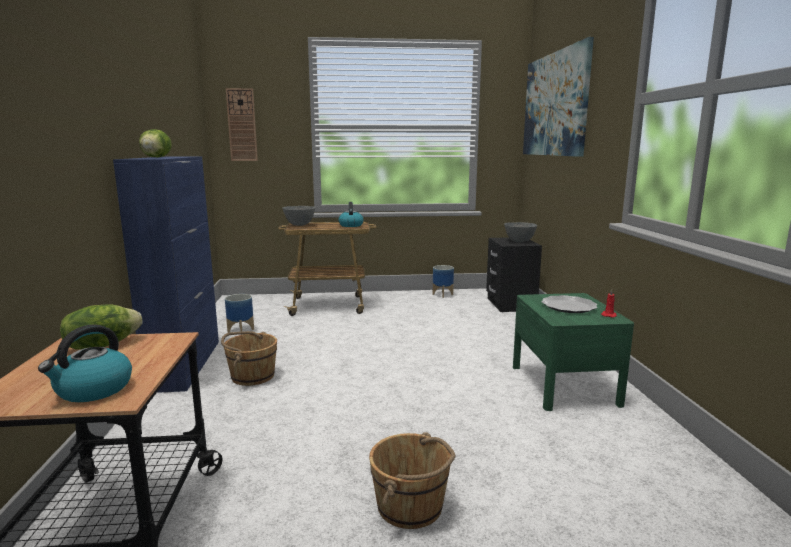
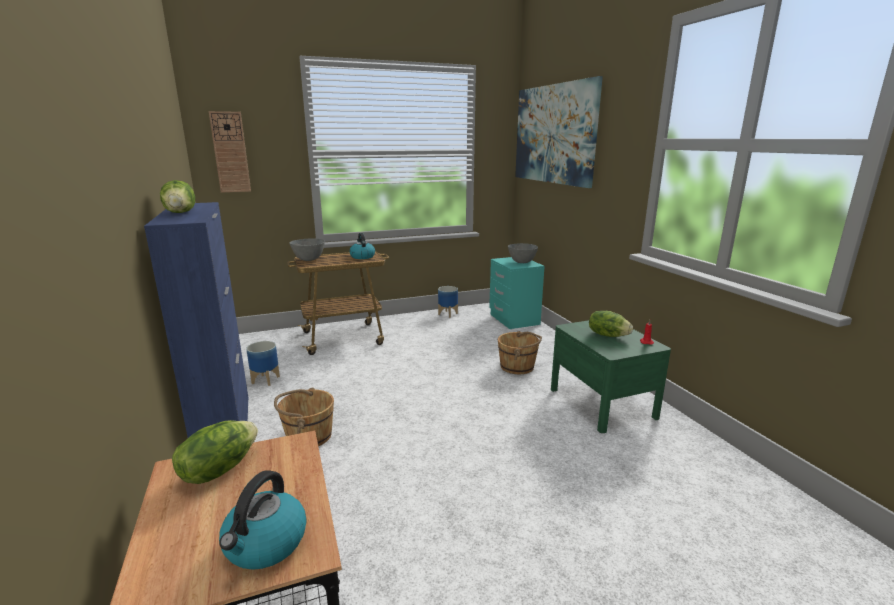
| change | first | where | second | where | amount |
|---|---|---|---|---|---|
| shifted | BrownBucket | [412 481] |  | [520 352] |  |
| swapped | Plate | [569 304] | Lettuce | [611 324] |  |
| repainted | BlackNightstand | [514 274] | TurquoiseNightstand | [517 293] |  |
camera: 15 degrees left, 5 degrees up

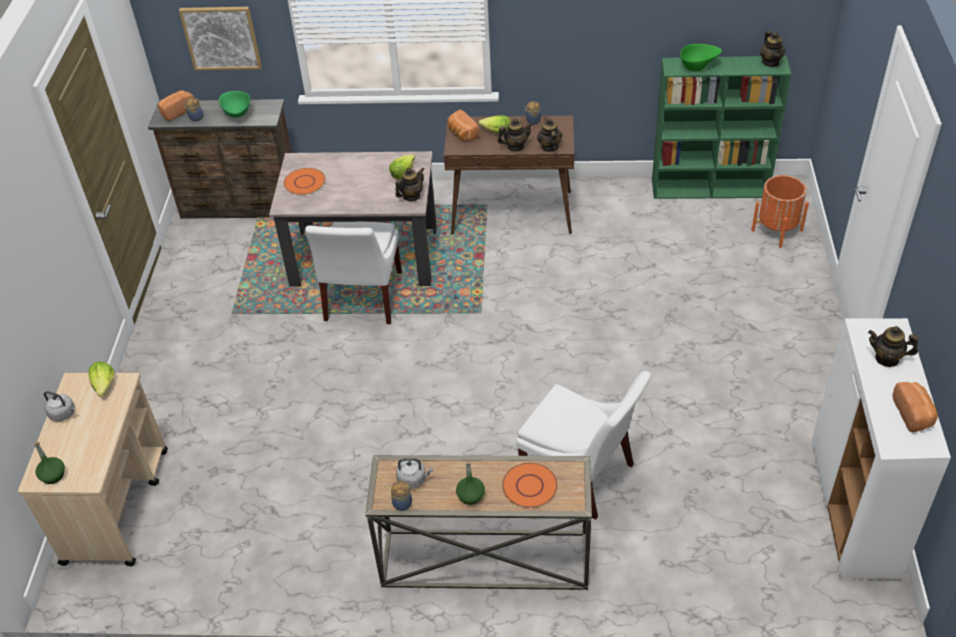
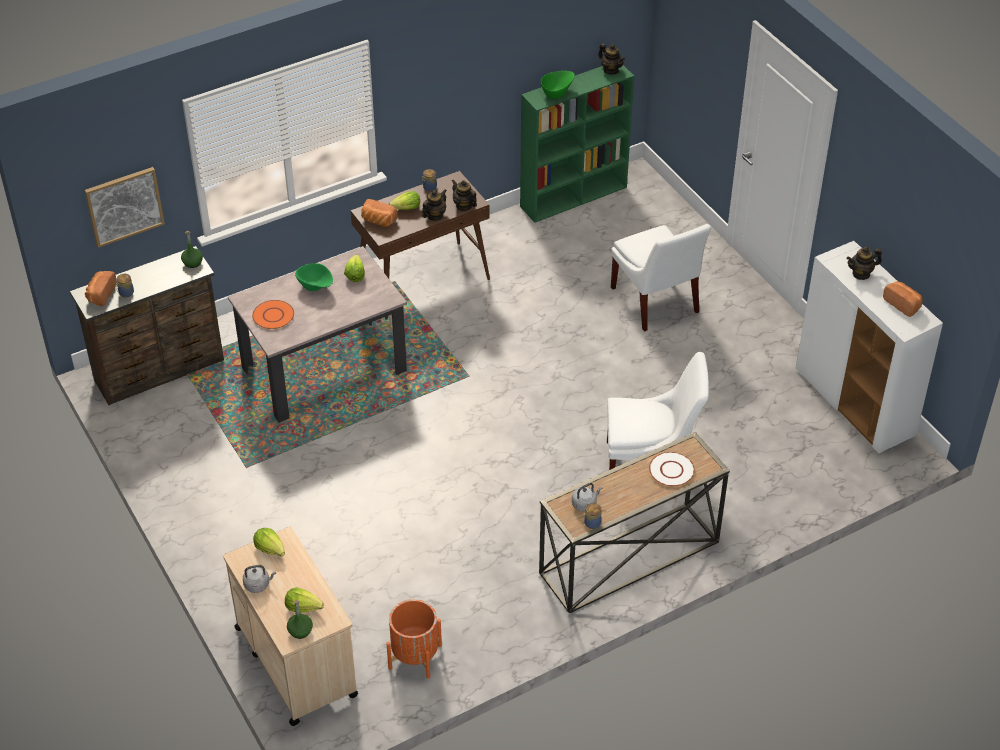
| change | first | where | second | where | amount |
|---|---|---|---|---|---|
| gone | Teapot | [409 184] |  |  |  |
| new |  |  | Lettuce | [304 600] |  |
| shifted | GreenBowl | [234 104] |  | [314 277] |  |
| shifted | WhiteChair | [353 273] |  | [661 277] |  |
| shifted | GreenBottle | [470 483] |  | [192 249] |  |
| shifted | OrangePlanter | [780 211] |  | [414 639] |  |
| repainted | OrangePlate | [529 485] | WhitePlate | [672 469] |  |
camera: 35 degrees left, 0 degrees up

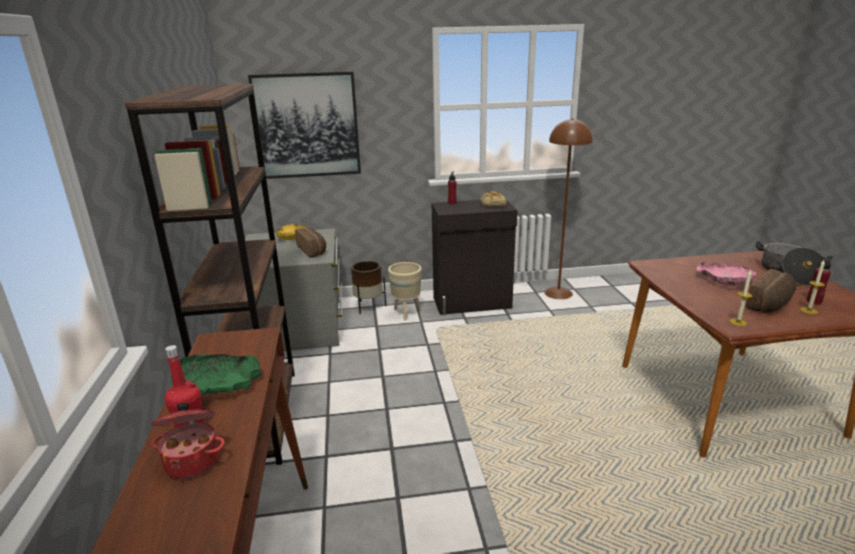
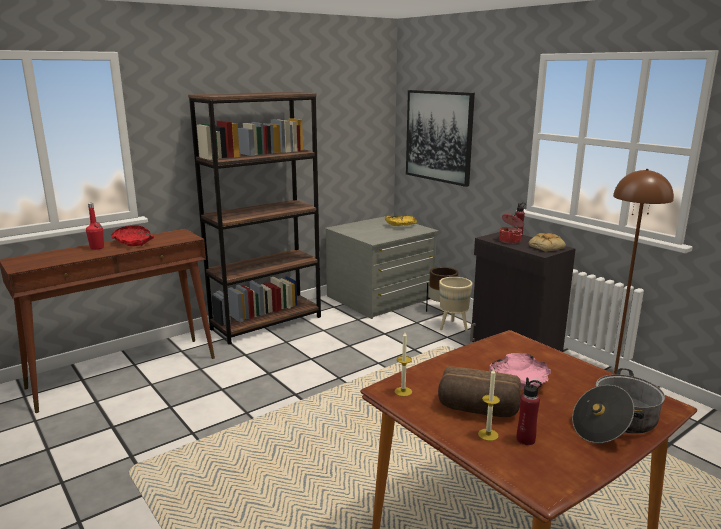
| change | first | where | second | where | amount |
|---|---|---|---|---|---|
| gone | Bread | [310 242] |  |  |  |
| shifted | CookingPot | [188 441] |  | [511 229] |  |
| repainted | GreenBowl | [216 375] | RedBowl | [133 235] |  |
camera: 60 degrees right, 5 degrees down

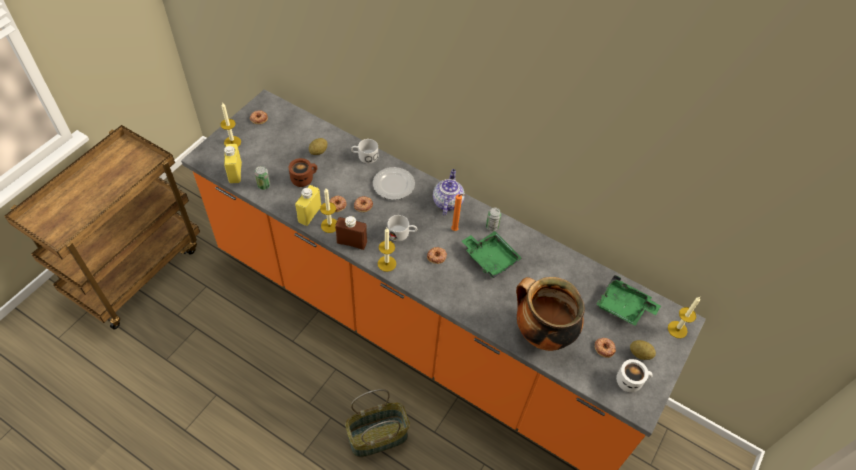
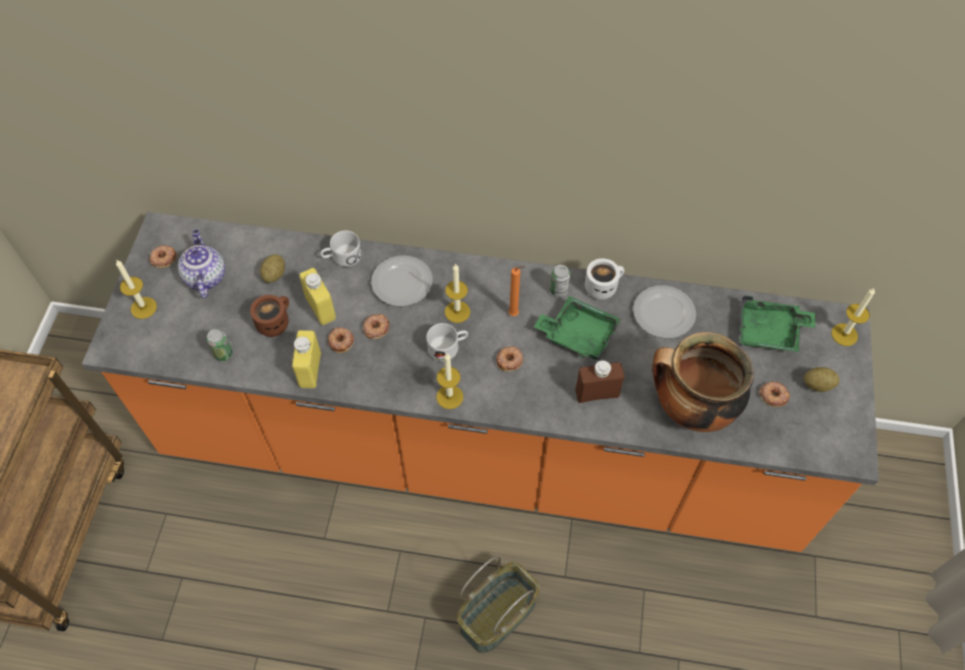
| change | first | where | second | where | amount |
|---|---|---|---|---|---|
| new |  |  | Plate | [664 311] |  |
| shifted | YellowBottle | [233 163] |  | [317 296] |  |
| shifted | Candle | [328 211] |  | [457 293] |  |
| shifted | BrownBottle | [351 233] |  | [599 381] |  |
| shifted | Teapot | [449 192] |  | [201 264] |  |
| shifted | WhiteMug | [634 375] |  | [604 279] |  |
camera: 20 degrees left, 5 degrees up

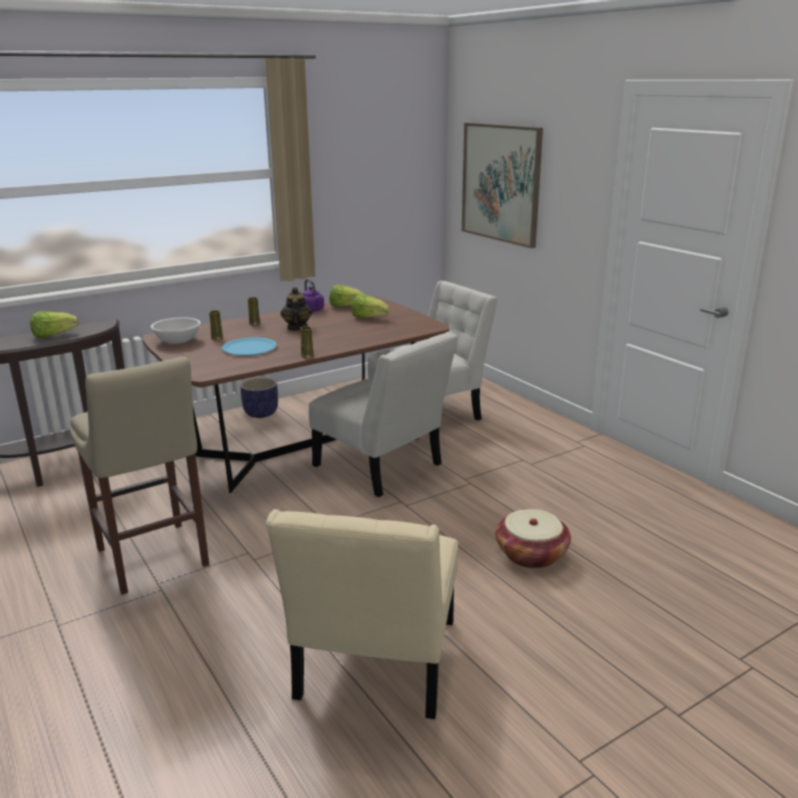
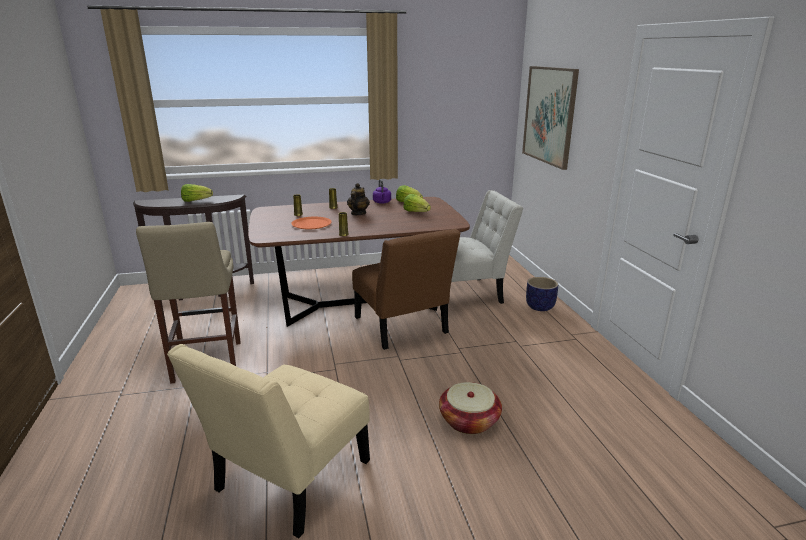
| change | first | where | second | where | amount |
|---|---|---|---|---|---|
| gone | WhiteBowl | [176 330] |  |  |  |
| shifted | Planter | [259 397] |  | [542 294] |  |
| repainted | BluePlate | [249 346] | OrangePlate | [311 223] |  |
| repainted | WhiteChair | [383 414] | BrownChair | [406 289] |  |
camera: 20 degrees right, 0 degrees up

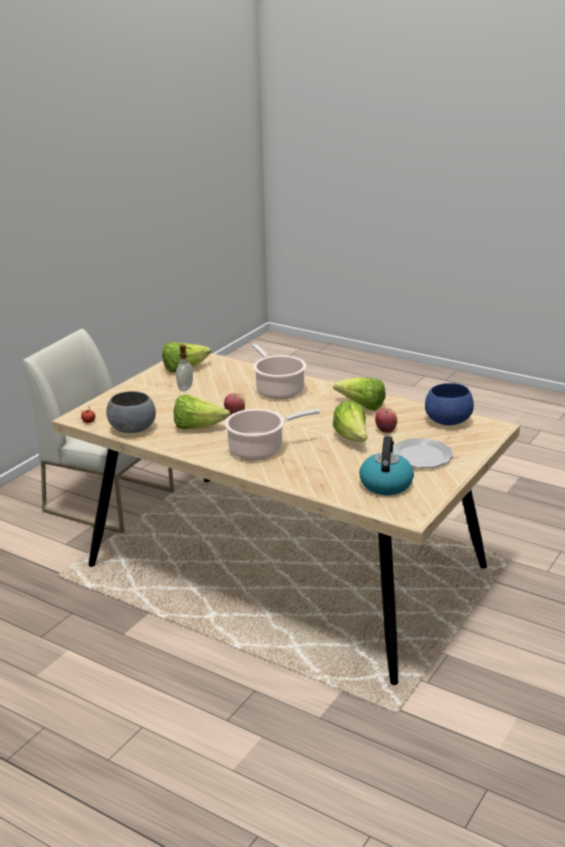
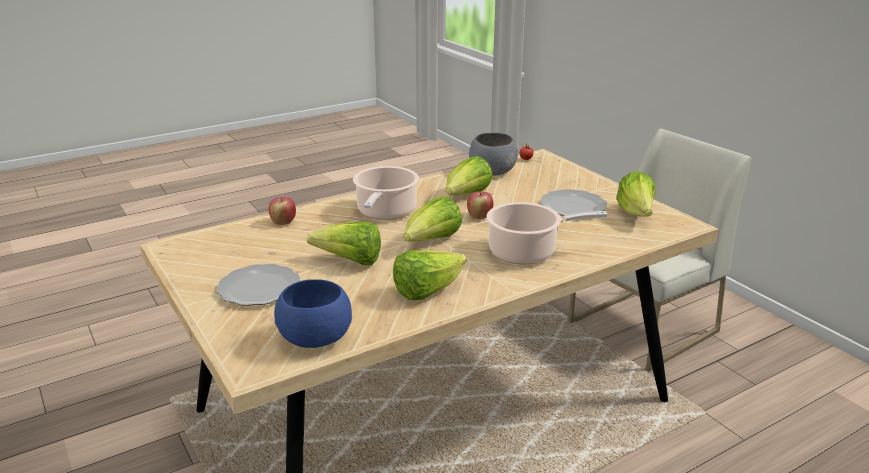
| change | first | where | second | where | amount |
|---|---|---|---|---|---|
| gone | Kettle | [386 465] |  |  |  |
| new |  |  | Lettuce | [433 219] |  |
| shifted | Apple | [386 420] |  | [282 211] |  |
| swapped | SoapDispenser | [184 368] | Plate | [573 202] |  |
camera: 115 degrees right, 0 degrees up

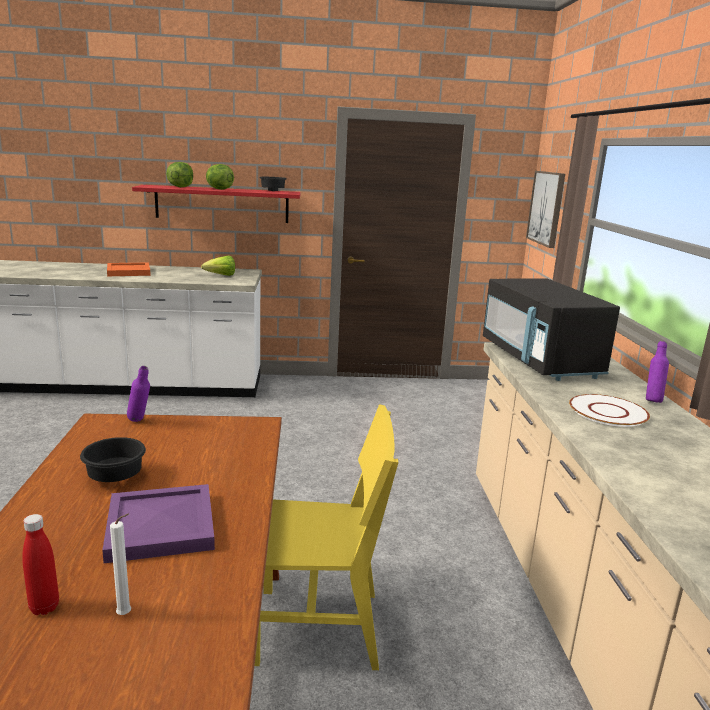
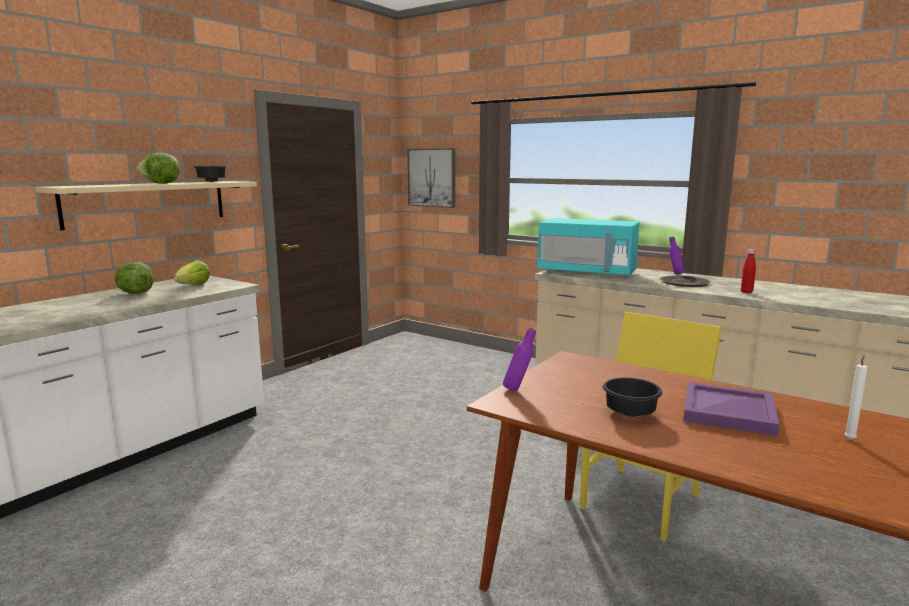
| change | first | where | second | where | amount |
|---|---|---|---|---|---|
| gone | OrangeTray | [129 269] |  |  |  |
| shifted | RedBottle | [40 564] |  | [748 271] |  |
| shifted | Lettuce | [179 174] |  | [134 278] |  |
| repainted | RedShelf | [216 204] | BeigeShelf | [146 206] |  |
| repainted | BlackMicrowave | [551 329] | TurquoiseMicrowave | [588 248] |  |
| repainted | WhitePlate | [609 410] | BlackPlate | [685 281] |  |
camera: 50 degrees left, 5 degrees down

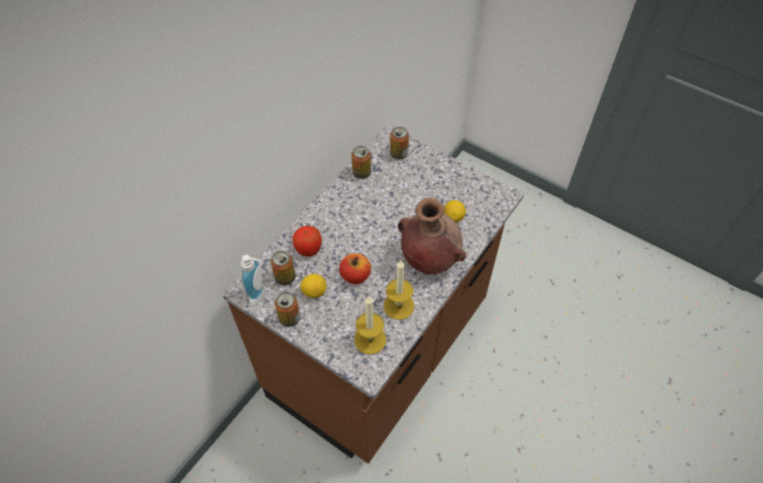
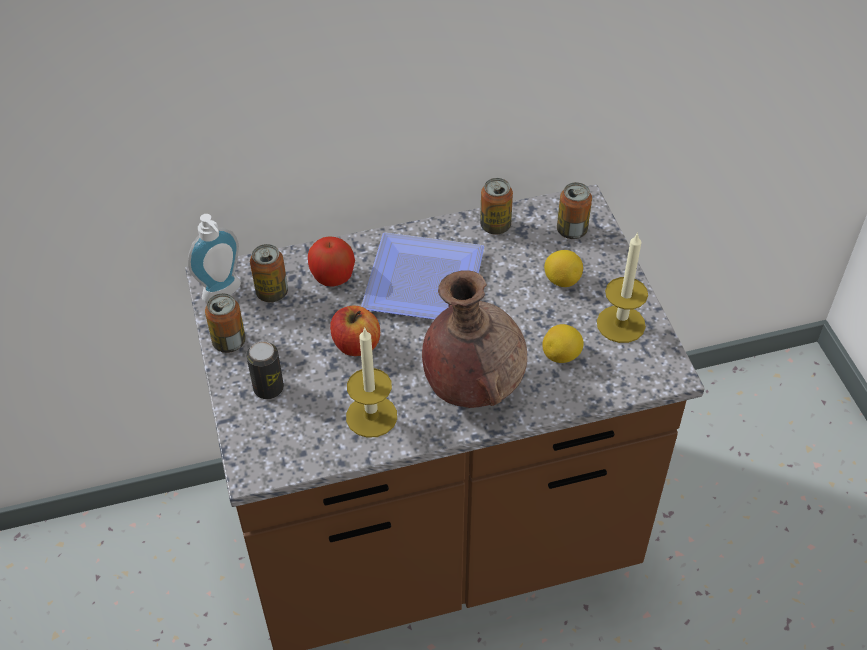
| change | first | where | second | where | amount |
|---|---|---|---|---|---|
| new |  |  | Can | [265 370] |  |
| new |  |  | Plate | [423 275] |  |
| shifted | Lemon | [313 286] |  | [563 268] |  |
| shifted | Candle | [370 325] |  | [622 287] |  |
camera: 40 degrees right, 5 degrees down

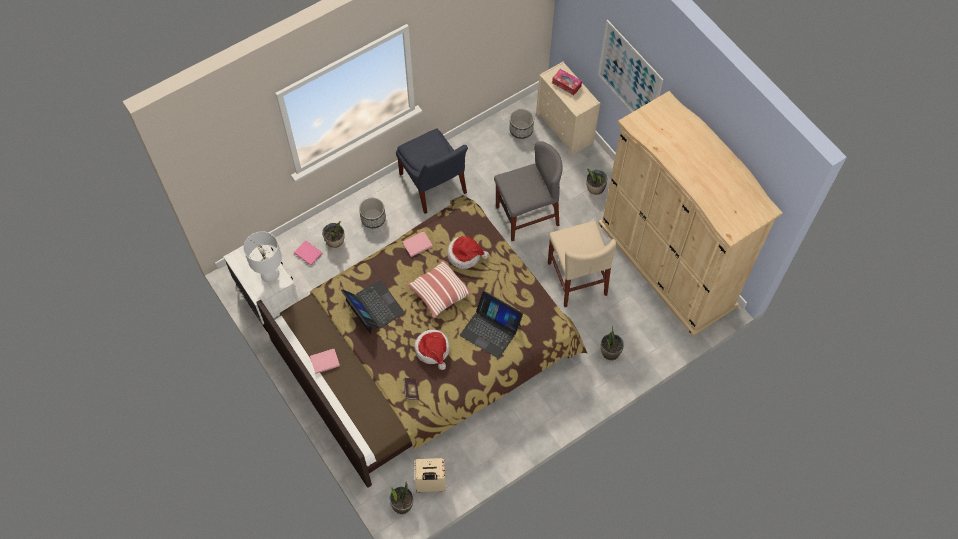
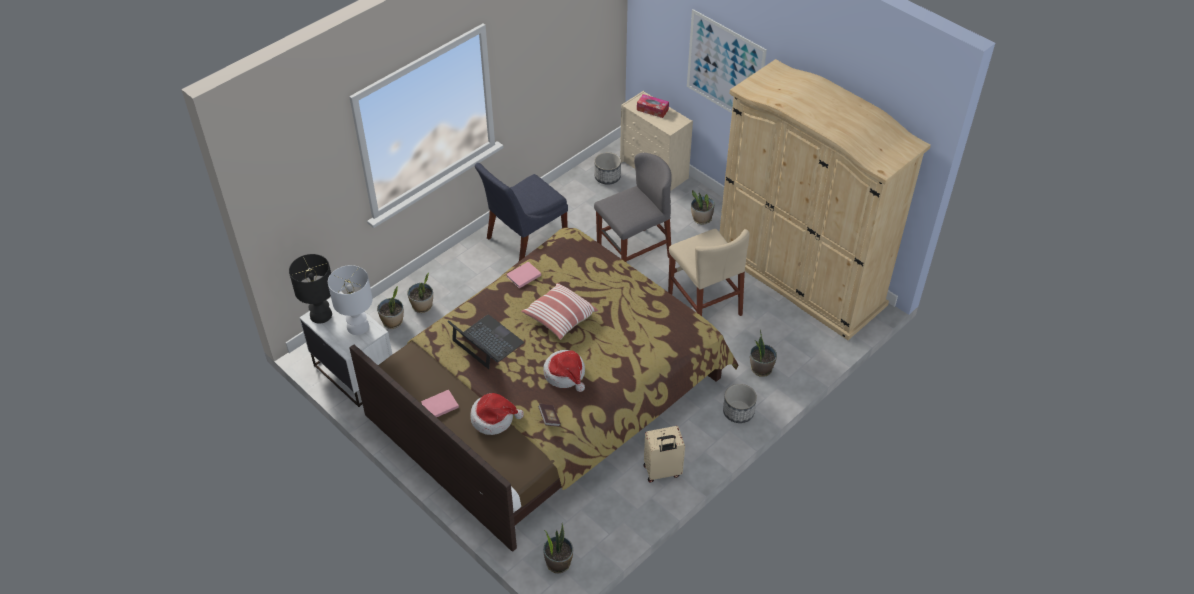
| change | first | where | second | where | amount |
|---|---|---|---|---|---|
| gone | Laptop | [491 325] |  |  |  |
| new |  |  | BlackTableLamp | [310 288] |  |
| shifted | Planter | [372 213] |  | [740 403] |  |
| shifted | BeigeSuitcase | [430 475] |  | [664 454] |  |
| shifted | Hat | [468 252] |  | [497 414] |  |
| swapped | PinkBook | [308 253] | PottedPlant | [390 307] |  |
| rotated | BlueChair | [432 171] |  | [521 212] | 90 degrees clockwise |
camera: 10 degrees left, 15 degrees down

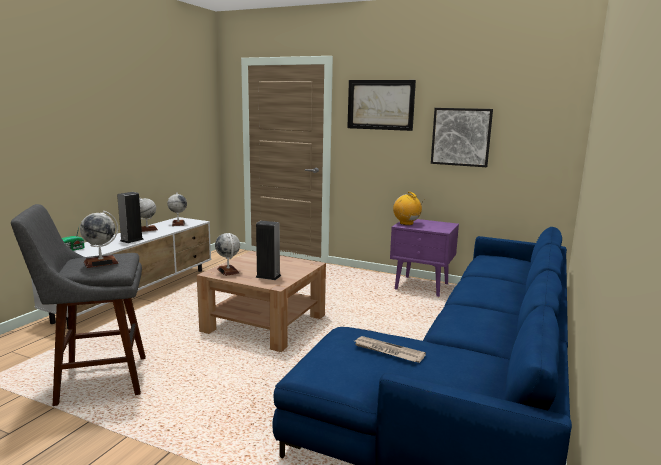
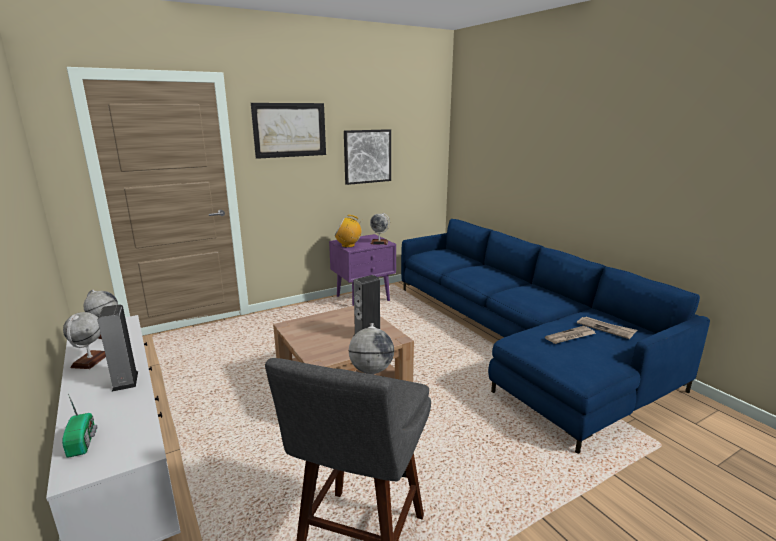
| change | first | where | second | where | amount |
|---|---|---|---|---|---|
| new |  |  | Newspaper | [607 328] |  |
| shifted | Globe | [227 254] |  | [380 229] |  |
camera: 55 degrees left, 5 degrees up

